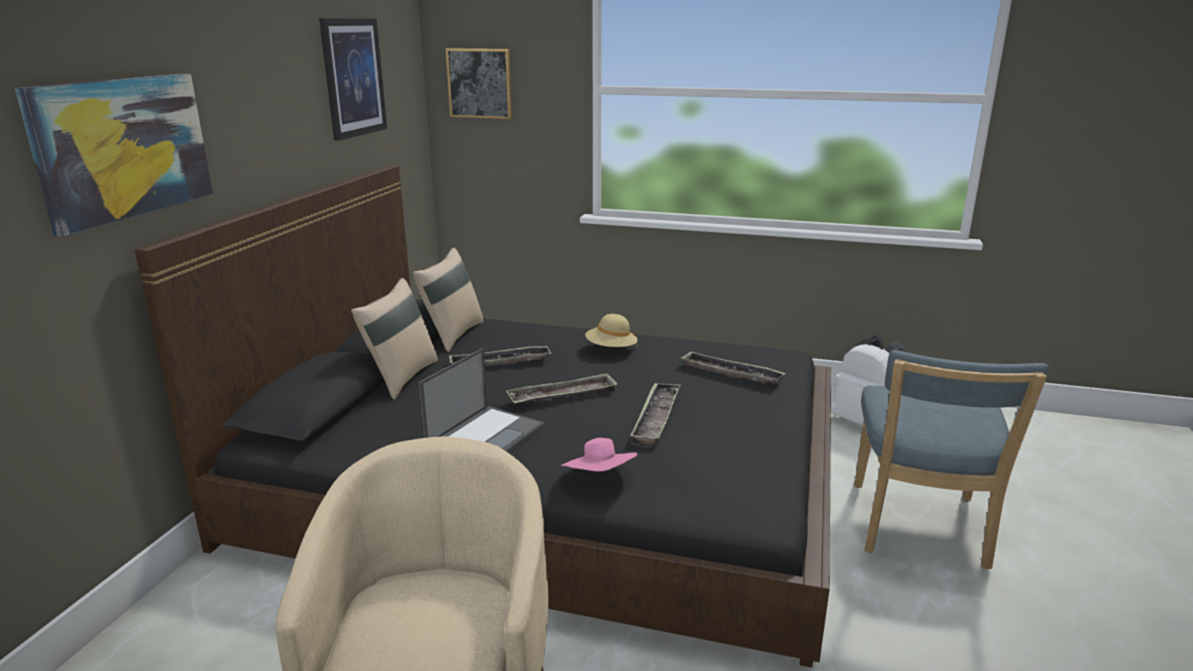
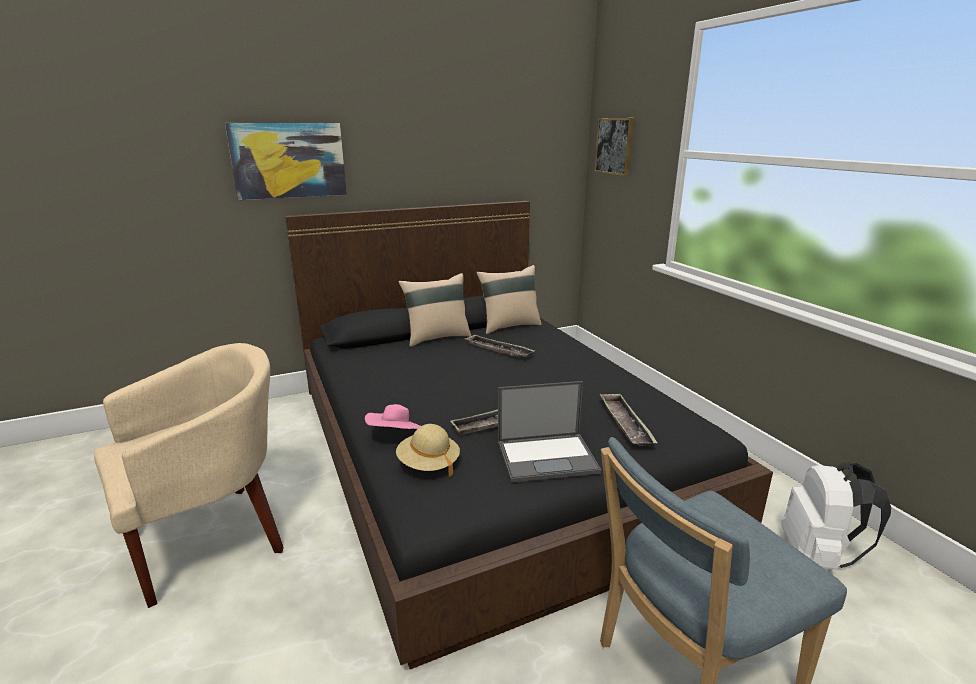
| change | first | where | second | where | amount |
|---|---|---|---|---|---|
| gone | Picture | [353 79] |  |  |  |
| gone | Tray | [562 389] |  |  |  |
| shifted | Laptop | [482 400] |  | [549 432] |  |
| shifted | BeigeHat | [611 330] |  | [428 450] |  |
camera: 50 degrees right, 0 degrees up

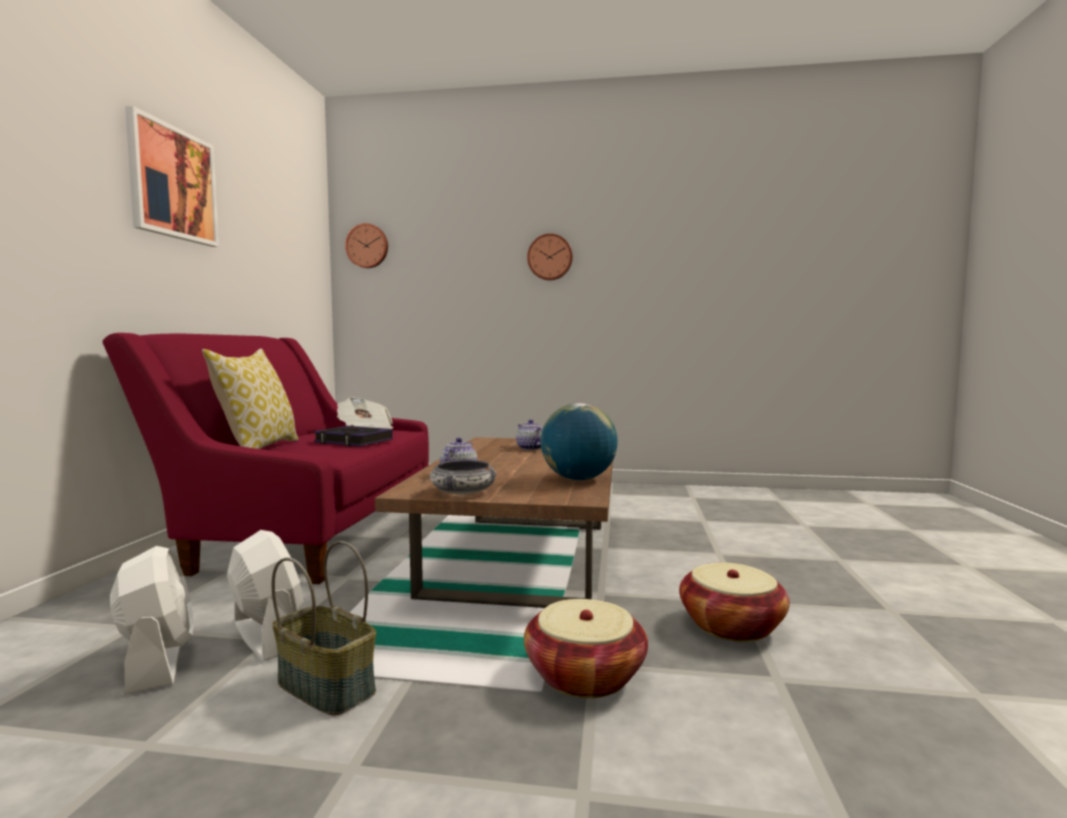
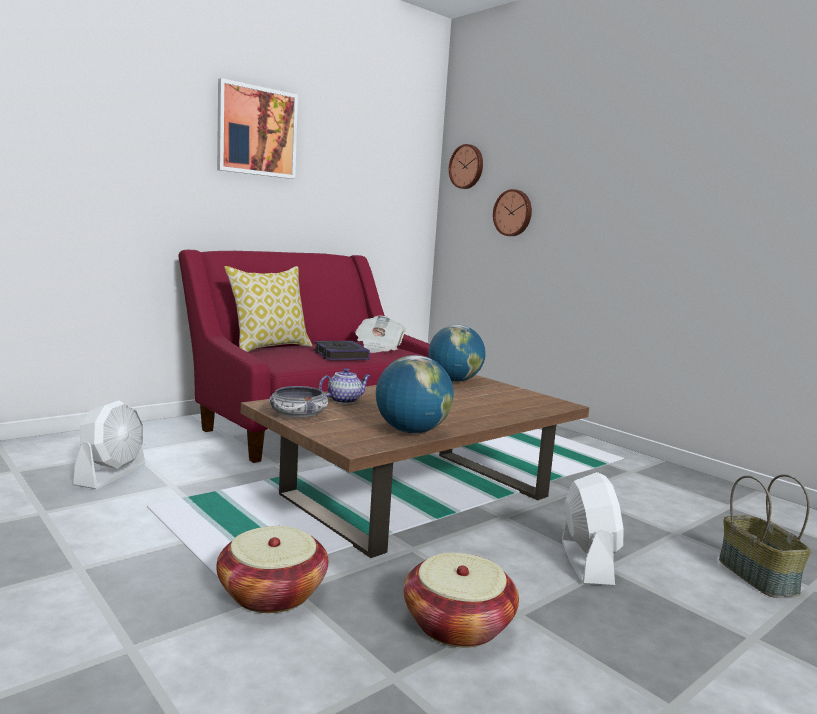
| change | first | where | second | where | amount |
|---|---|---|---|---|---|
| gone | Teapot | [529 435] |  |  |  |
| new |  |  | Globe | [457 353] |  |
| shifted | WhiteFan | [265 595] |  | [593 529] |  |
| shifted | Basket | [324 628] |  | [765 536] |  |
| shifted | WallClock | [550 257] |  | [512 212] |  |
camera: 40 degrees right, 5 degrees up

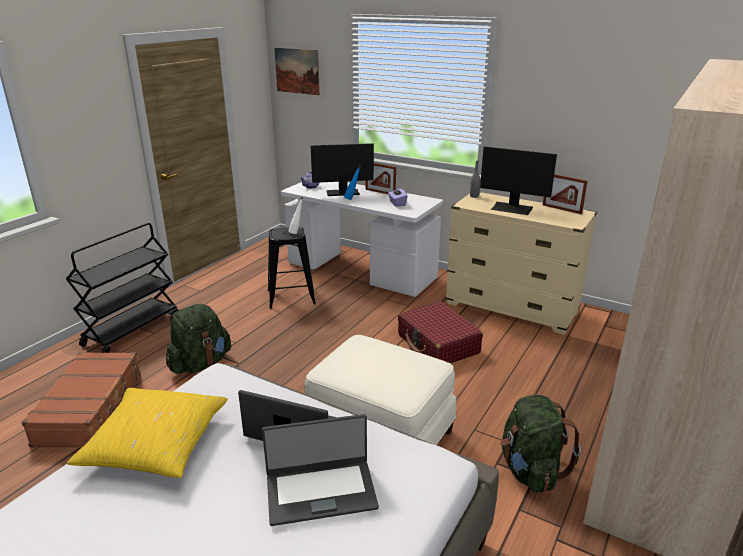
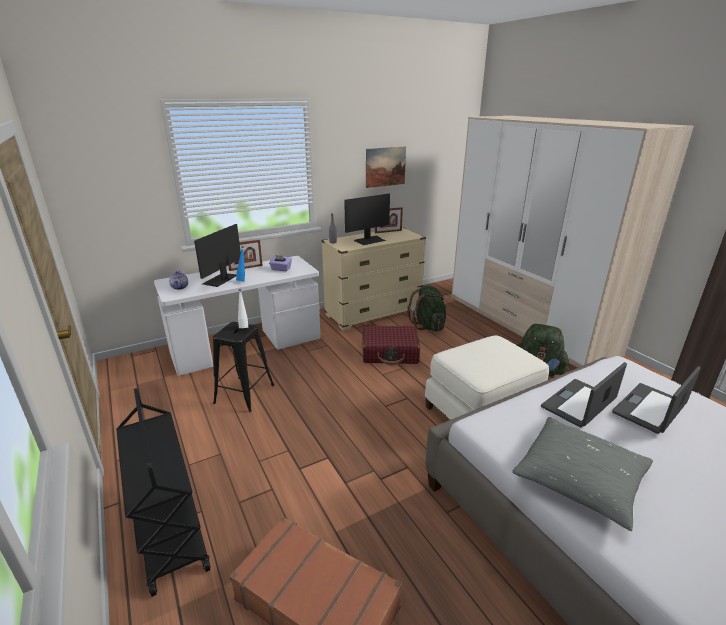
| change | first | where | second | where | amount |
|---|---|---|---|---|---|
| shifted | GreenBackpack | [198 339] |  | [427 308] |  |
| shifted | Picture | [297 71] |  | [386 167] |  |
| repainted | YellowPillow | [147 433] | GreyPillow | [582 474] |  |
| rotated | Laptop | [320 470] |  | [656 400] | 150 degrees counterclockwise |
camera: 60 degrees left, 0 degrees up

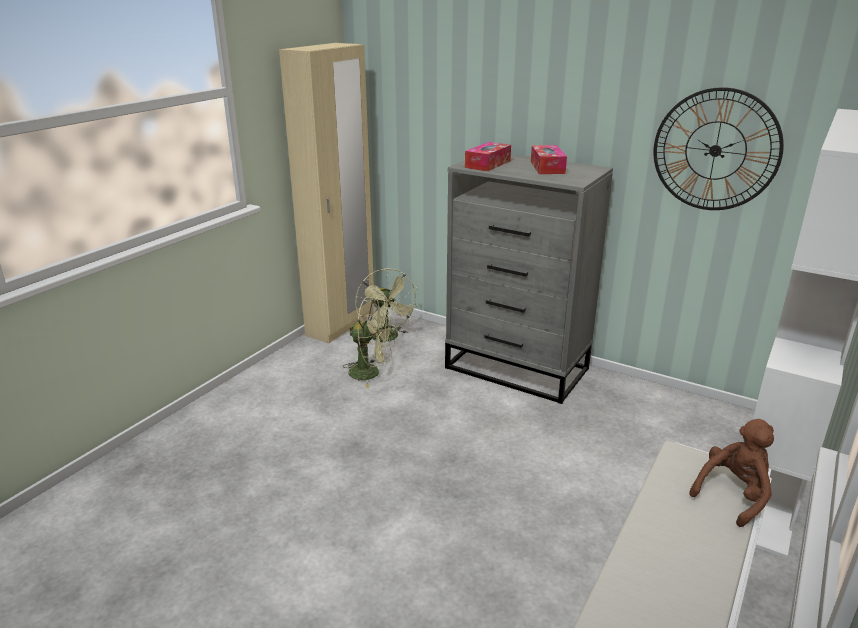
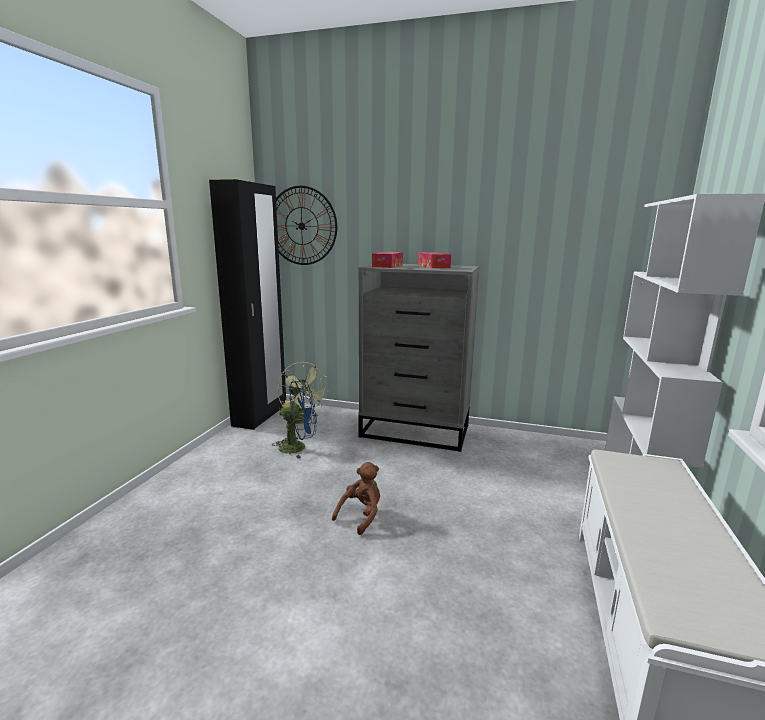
| change | first | where | second | where | amount |
|---|---|---|---|---|---|
| shifted | WallClock | [719 148] |  | [306 225] |  |
| shifted | BrownPlushToy | [731 473] |  | [356 498] |  |
| repainted | BeigeWardrobe | [327 193] | BlackWardrobe | [247 304] |  |
| repainted | GreenFan | [369 342] | BlueFan | [294 419] |  |
camera: 15 degrees left, 10 degrees down

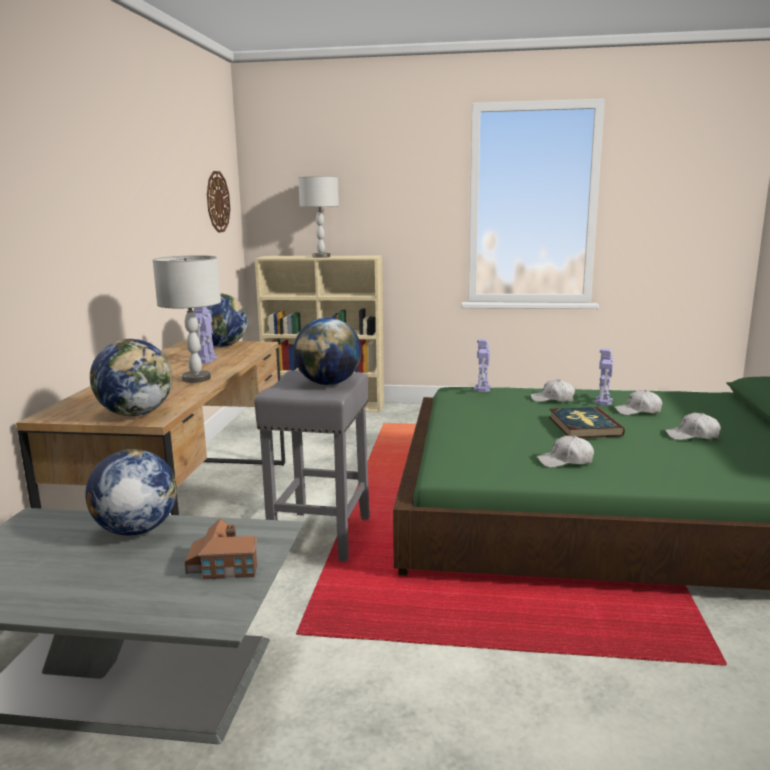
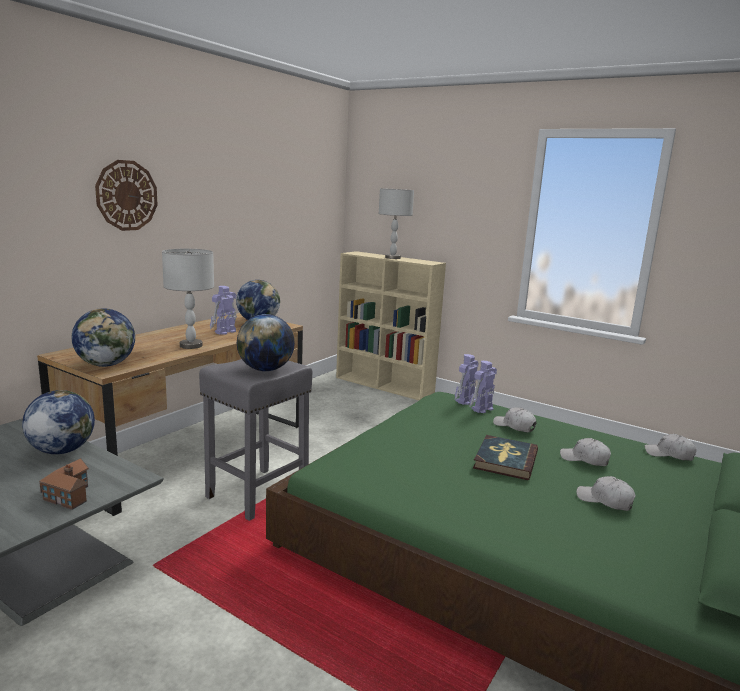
| change | first | where | second | where | amount |
|---|---|---|---|---|---|
| shifted | WallClock | [218 202] |  | [126 195] |  |
| shifted | WhiteCap | [565 451] |  | [671 447] |  |
| shifted | ToyRobot | [603 377] |  | [483 387] |  |
camera: 25 degrees right, 0 degrees up

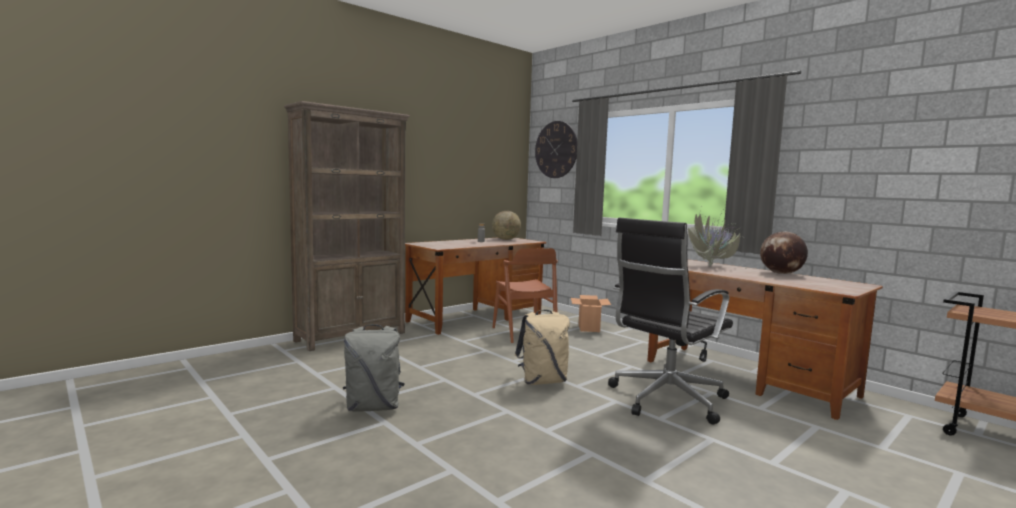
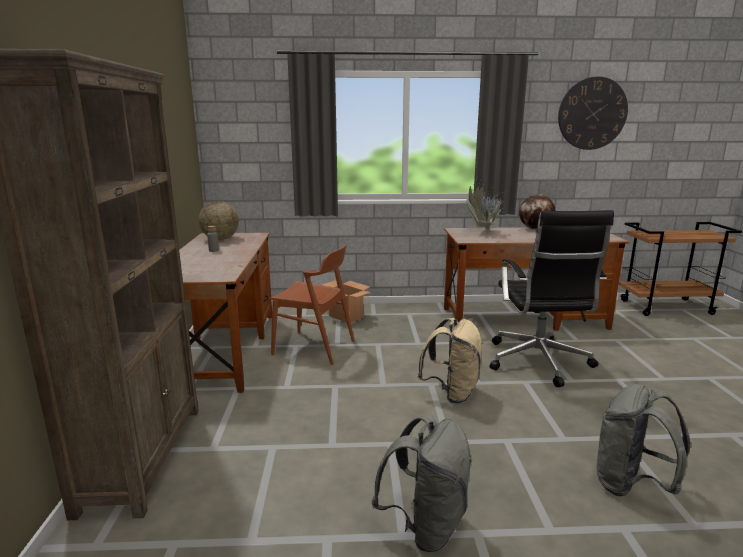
| change | first | where | second | where | amount |
|---|---|---|---|---|---|
| new |  |  | GreyBackpack | [643 440] |  |
| shifted | WallClock | [556 149] |  | [593 113] |  |
camera: 50 degrees left, 10 degrees up

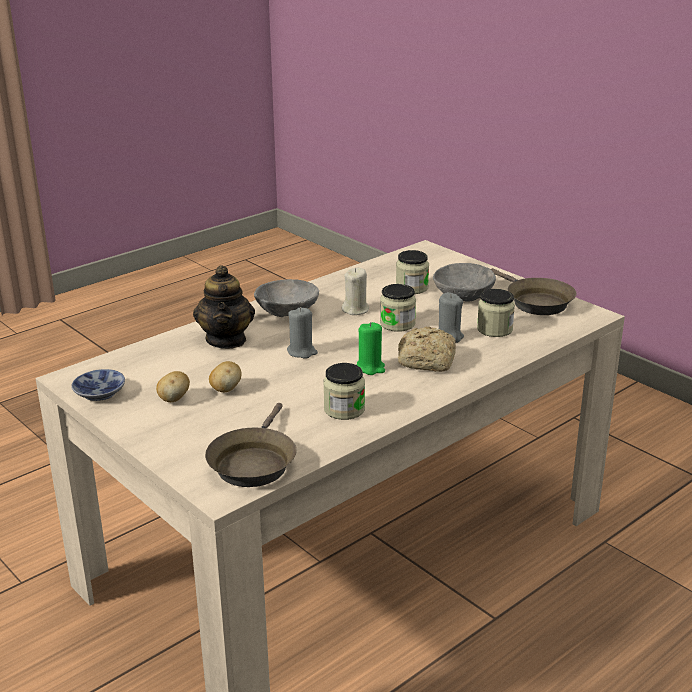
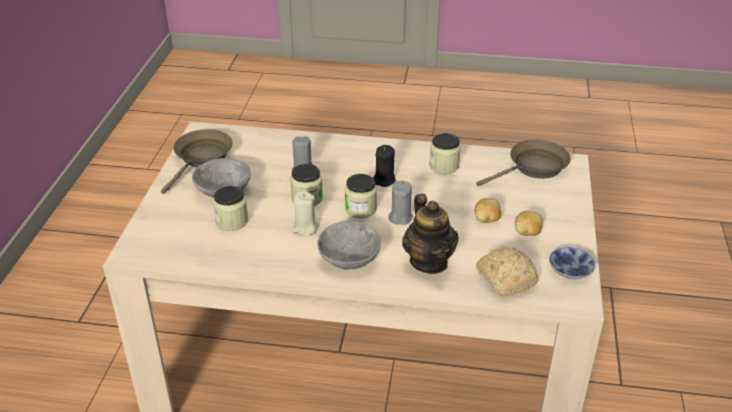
| change | first | where | second | where | amount |
|---|---|---|---|---|---|
| shifted | Bread | [427 349] |  | [507 271] |  |
| shifted | Jar | [496 313] |  | [361 196] |  |
| repainted | GreenCandle | [371 348] | BlackCandle | [384 166] |  |
| rotated | Teapot | [224 307] |  | [430 234] | 120 degrees clockwise |
camera: 130 degrees left, 10 degrees up

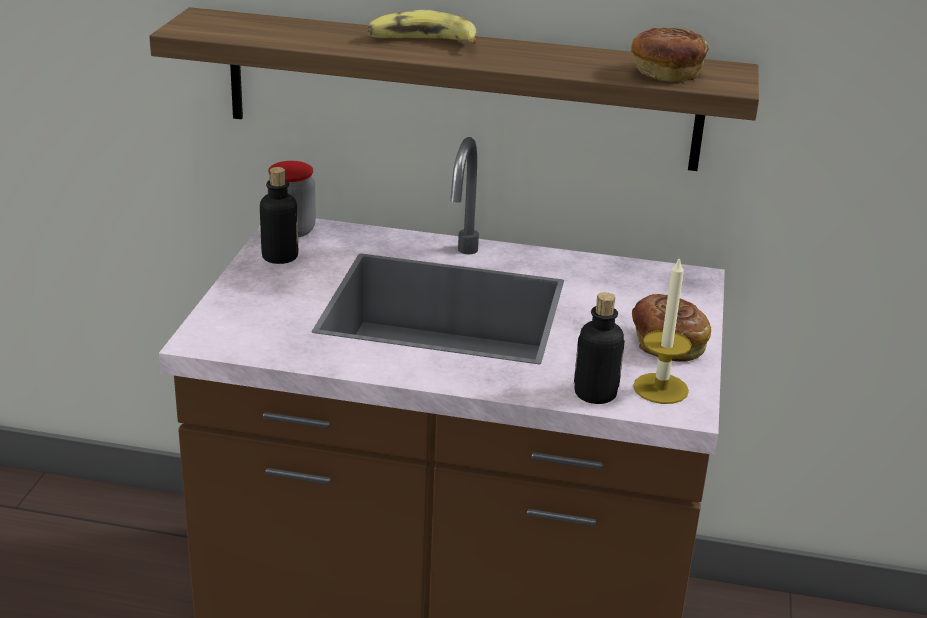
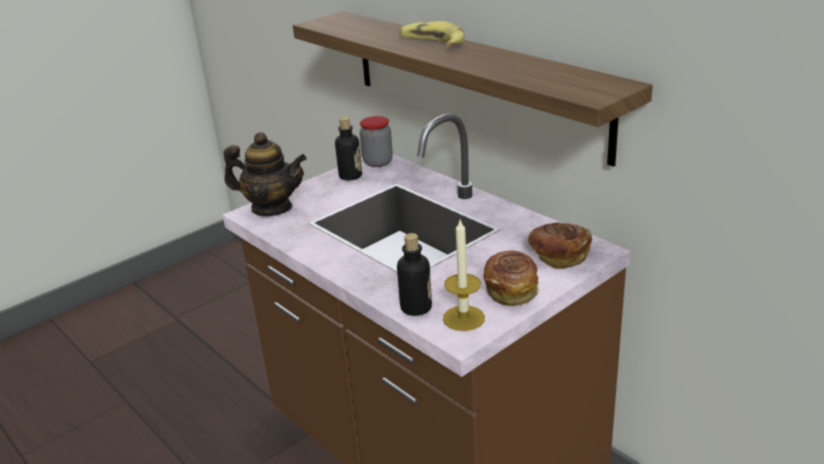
| change | first | where | second | where | amount |
|---|---|---|---|---|---|
| new |  |  | Teapot | [265 174] |  |
| shifted | Bread | [670 55] |  | [560 246] |  |
camera: 40 degrees right, 0 degrees up

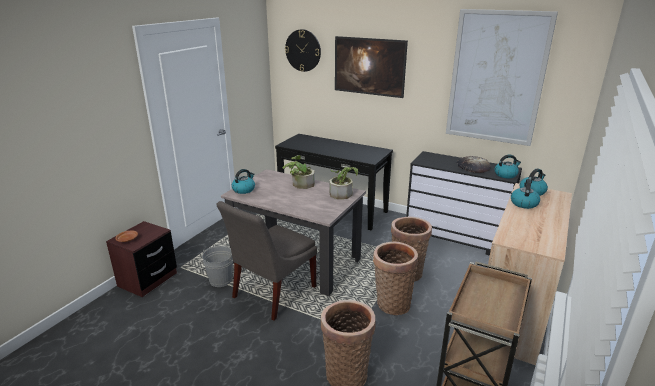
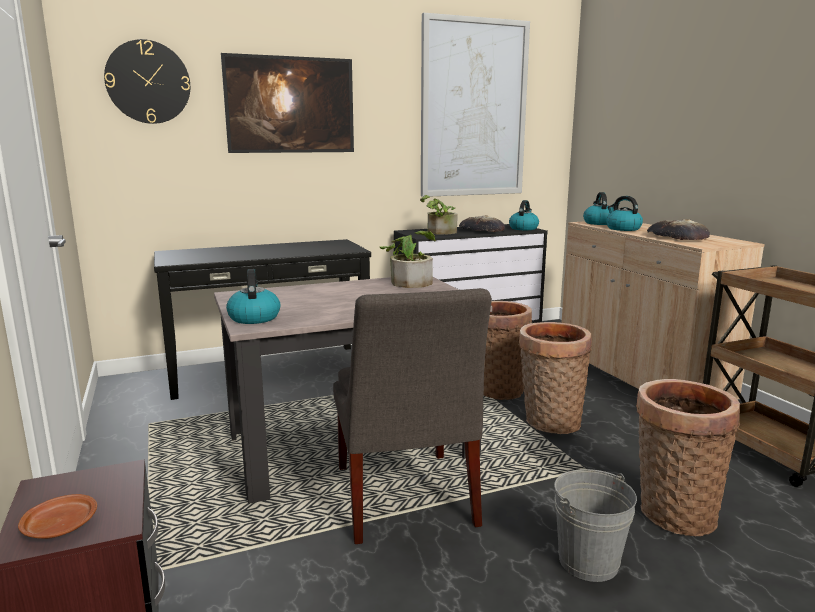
| change | first | where | second | where | amount |
|---|---|---|---|---|---|
| new |  |  | Bread | [678 229] |  |
| shifted | GreyBucket | [217 266] |  | [595 525] |  |
| shifted | PottedPlant | [298 172] |  | [439 214] |  |
camera: 50 degrees left, 10 degrees down

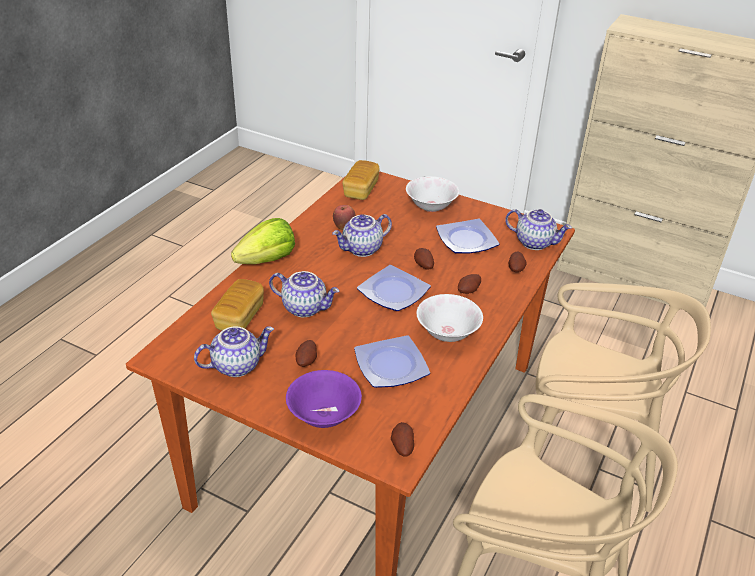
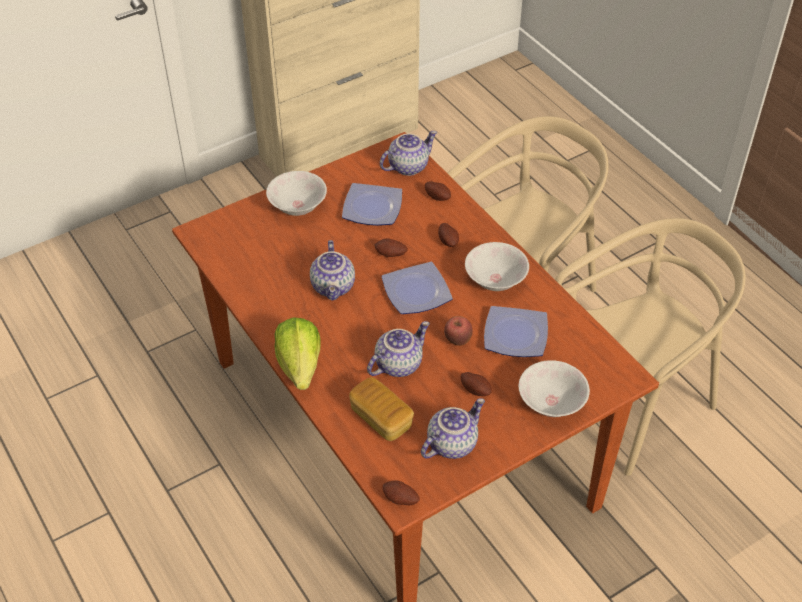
| change | first | where | second | where | amount |
|---|---|---|---|---|---|
| gone | Bread | [361 180] |  |  |  |
| shifted | Apple | [344 217] |  | [458 331] |  |
| shifted | Potato | [402 439] |  | [401 492] |  |
| repainted | PurpleBowl | [324 399] | WhiteBowl | [554 388] |  |
| rotated | Teapot | [234 351] |  | [453 428] | 45 degrees clockwise |
camera: 60 degrees left, 10 degrees up

